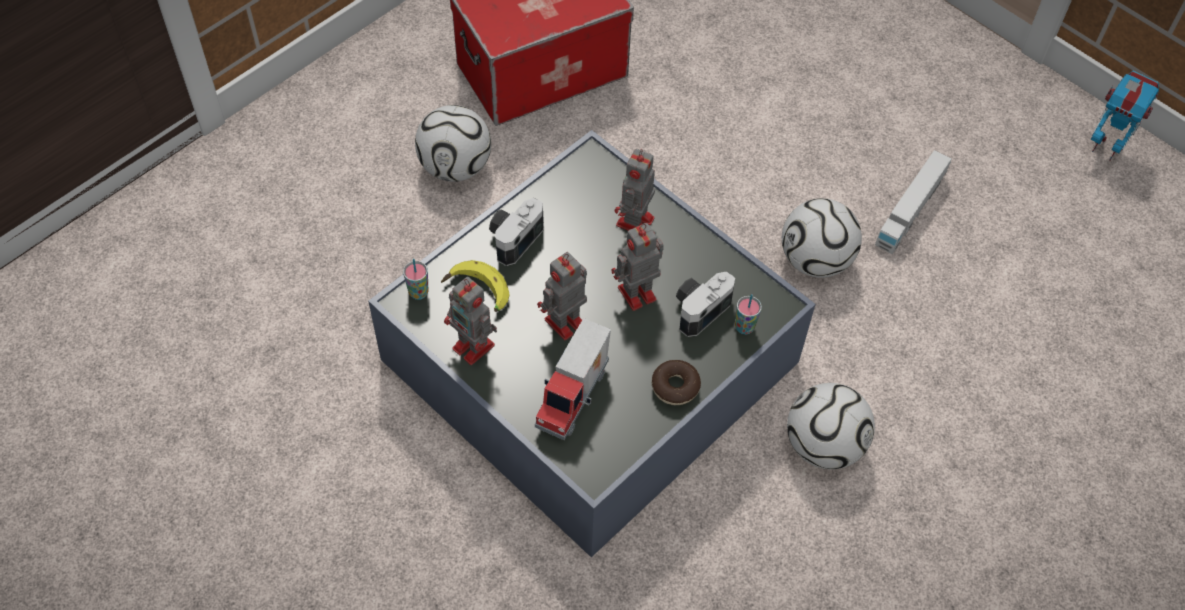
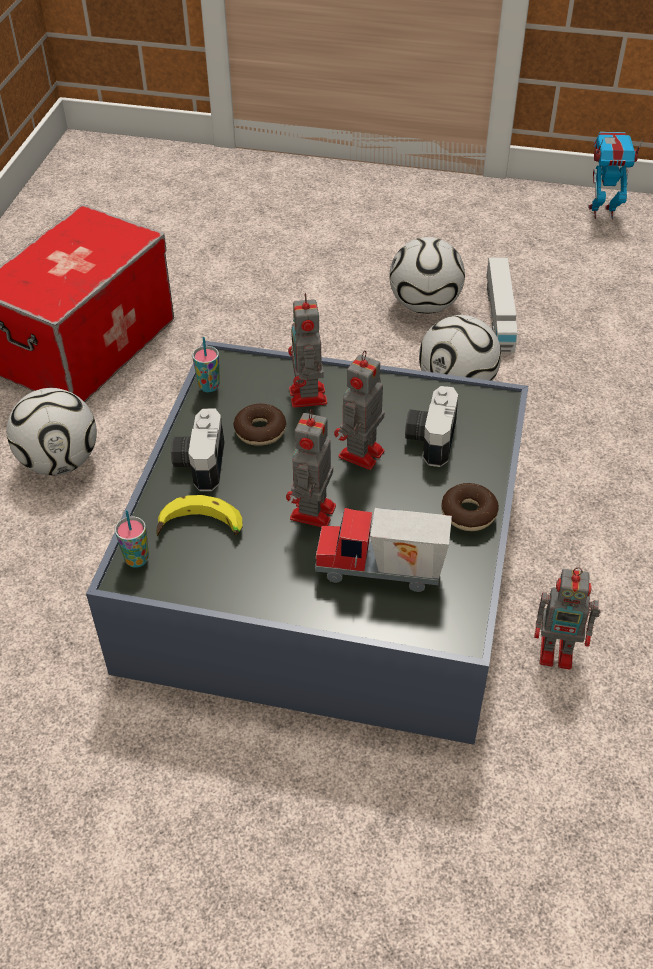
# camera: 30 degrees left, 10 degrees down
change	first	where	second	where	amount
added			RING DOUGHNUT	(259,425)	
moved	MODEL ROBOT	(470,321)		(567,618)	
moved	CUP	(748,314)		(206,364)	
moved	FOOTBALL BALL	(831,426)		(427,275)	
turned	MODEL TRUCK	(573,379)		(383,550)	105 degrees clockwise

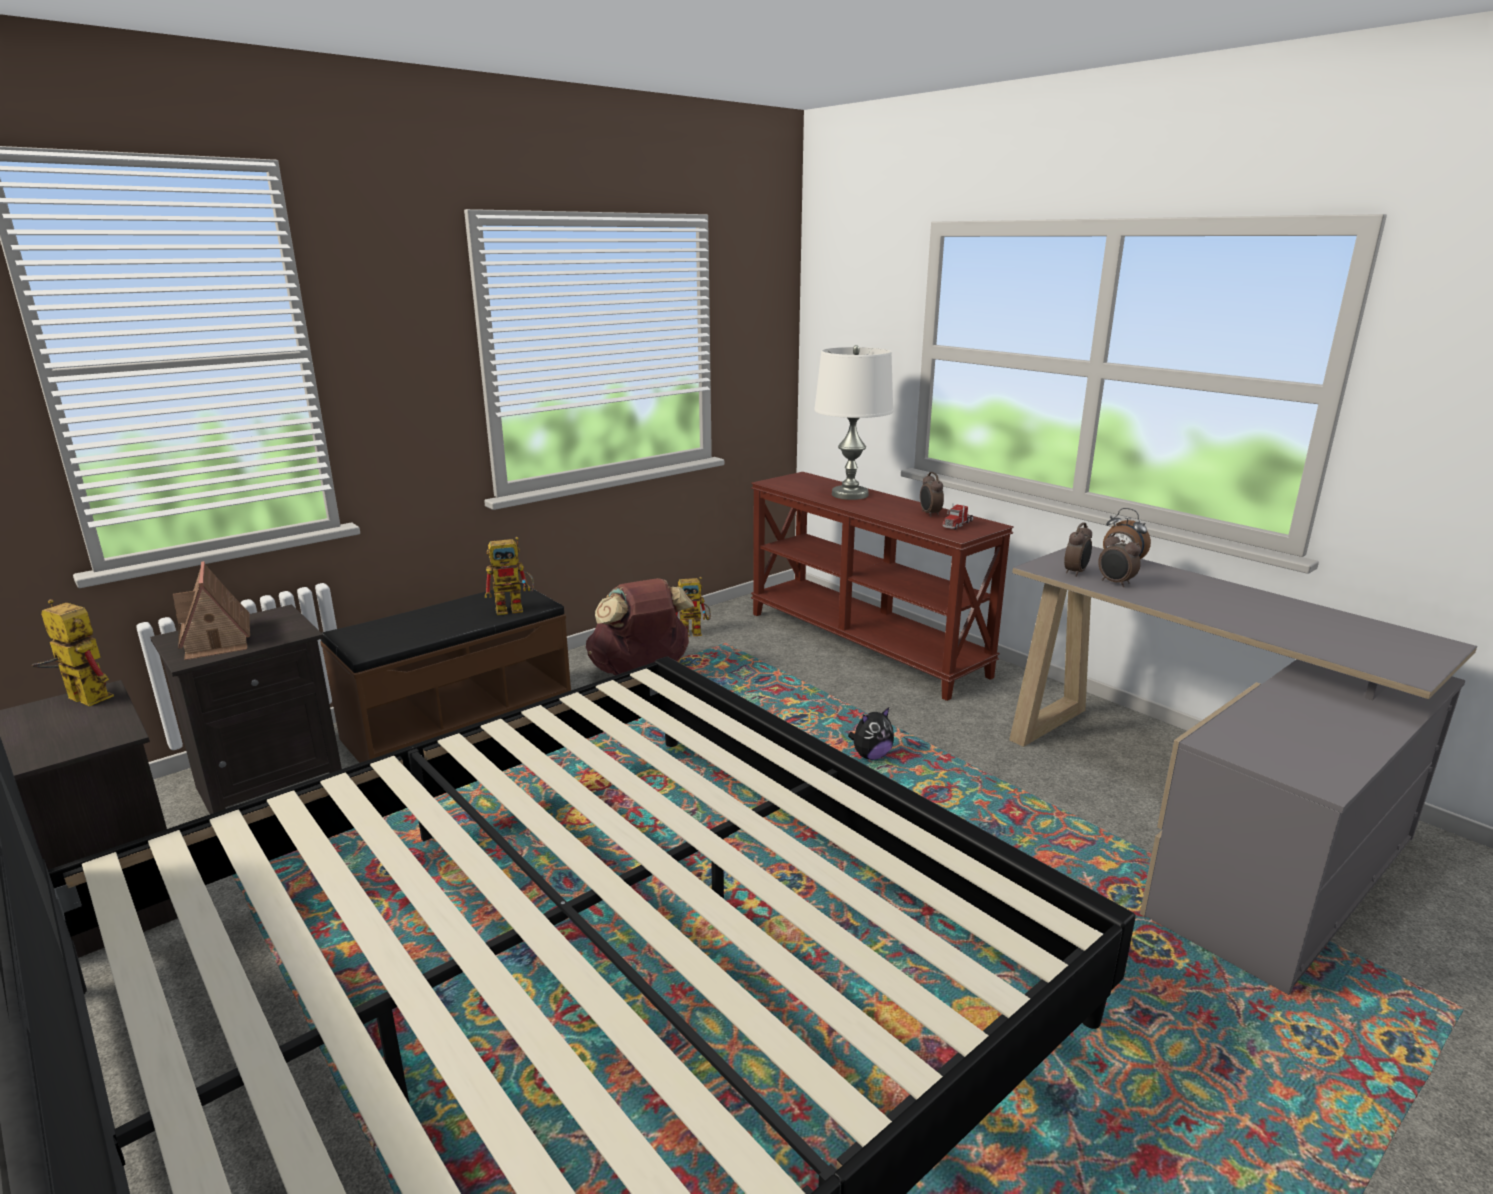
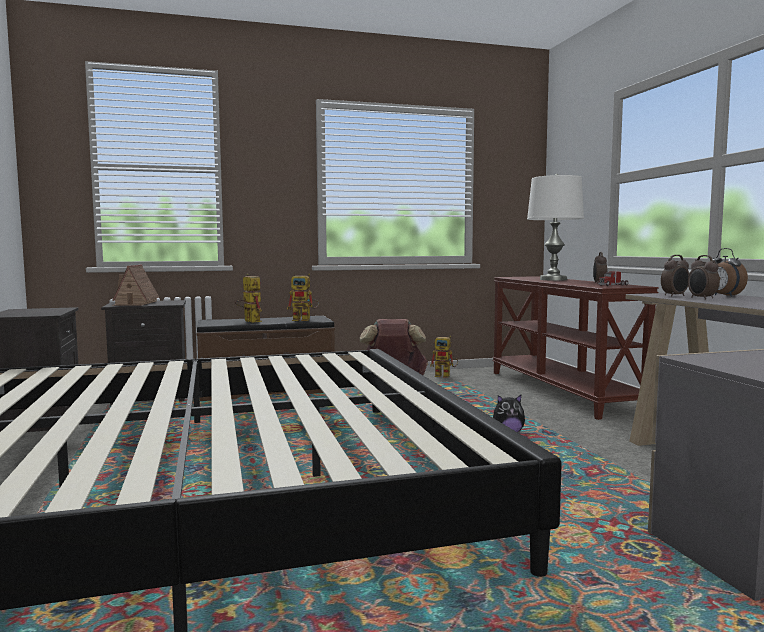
# camera: 25 degrees right, 15 degrees down
change	first	where	second	where	amount
moved	MODEL ROBOT	(73,652)		(248,298)	

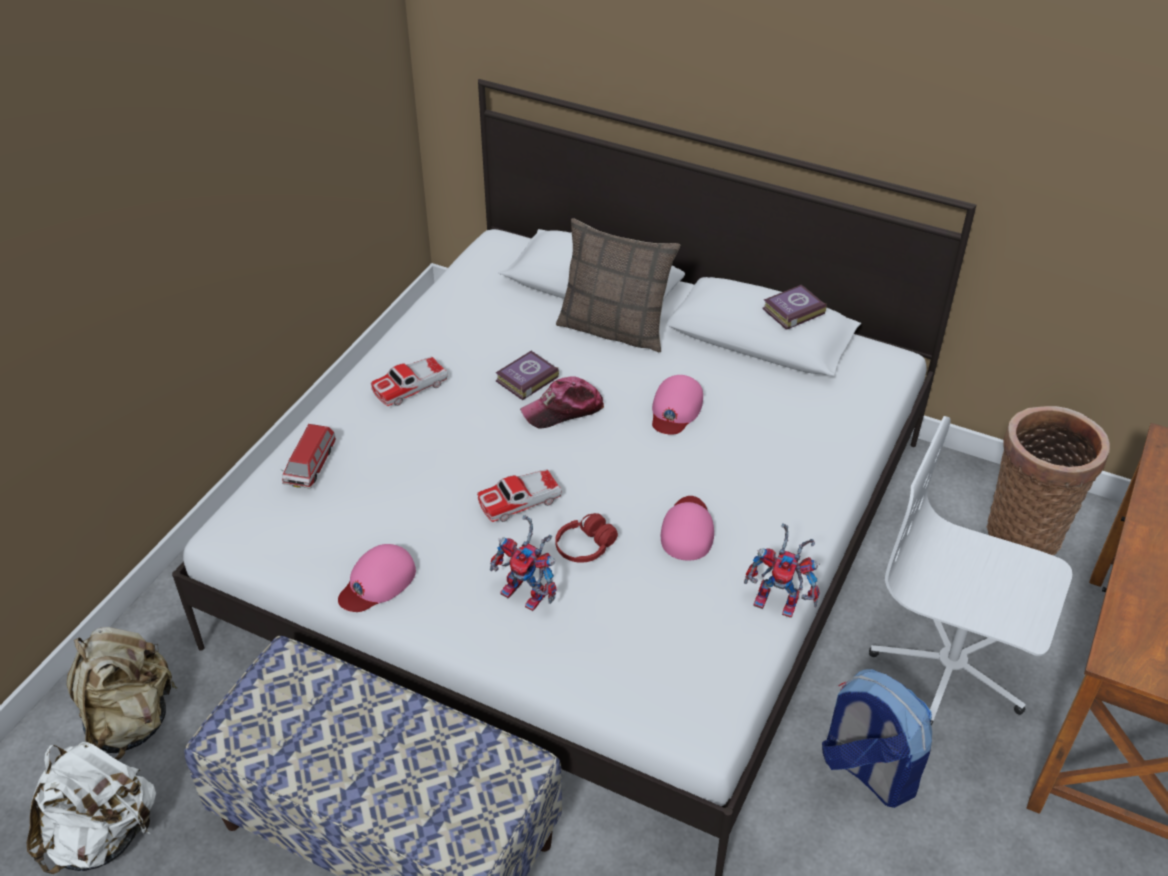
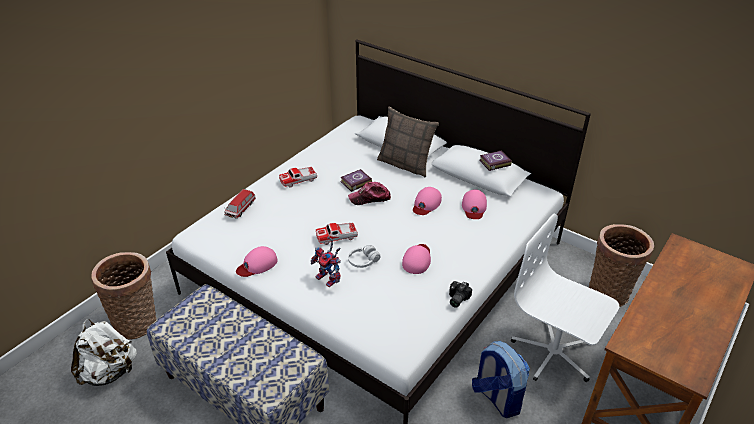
# camera: 10 degrees right, 5 degrees down
change	first	where	second	where	amount
added			PINK PEAKED CAP	(474,204)	
replaced	SAND-COLOURED RUCKSACK	(122,693)	BASKET	(123,295)	
replaced	MODEL ROBOT	(782,570)	PHOTO CAMERA	(460,294)	
recoloured	REDDISH HEADSET	(586,538)	WHITISH HEADSET	(364,256)	

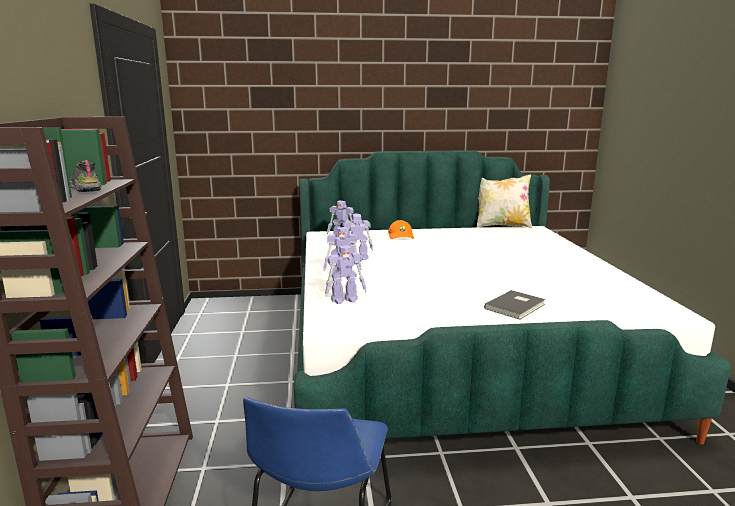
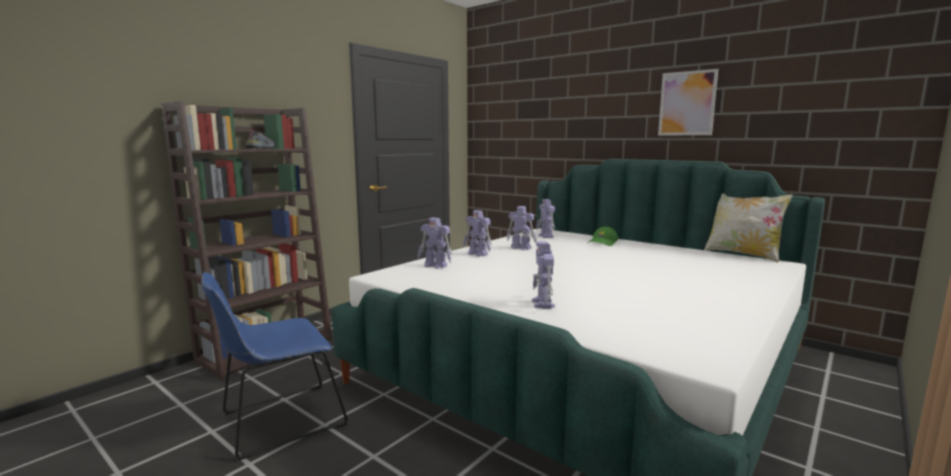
# camera: 45 degrees right, 5 degrees down
change	first	where	second	where	amount
added			PICTURE	(688,102)	
replaced	GREYISH VOLUME	(515,305)	MODEL ROBOT	(543,275)	
recoloured	ORANGE PEAKED CAP	(401,229)	GREEN-COLOURED PEAKED CAP	(603,236)	

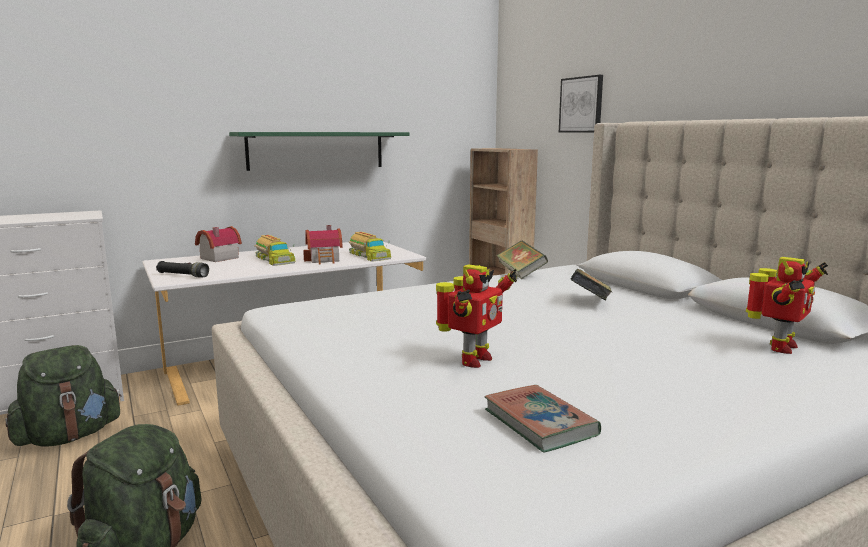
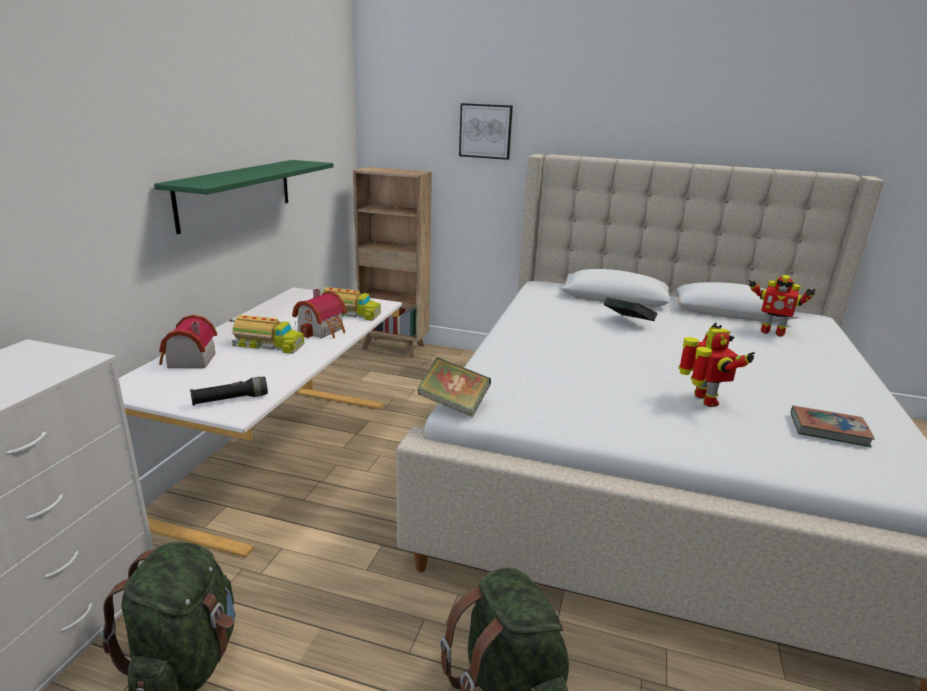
# camera: 45 degrees left, 10 degrees up
change	first	where	second	where	amount
moved	VOLUME	(522,259)		(454,387)	
turned	MODEL ROBOT	(787,305)		(782,306)	120 degrees clockwise

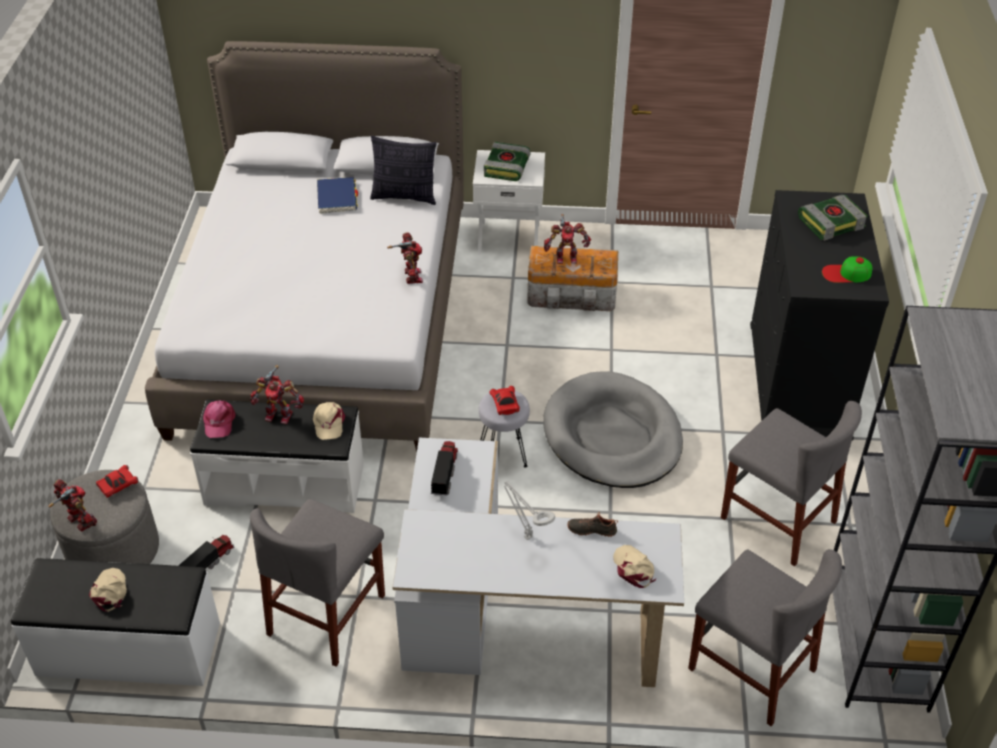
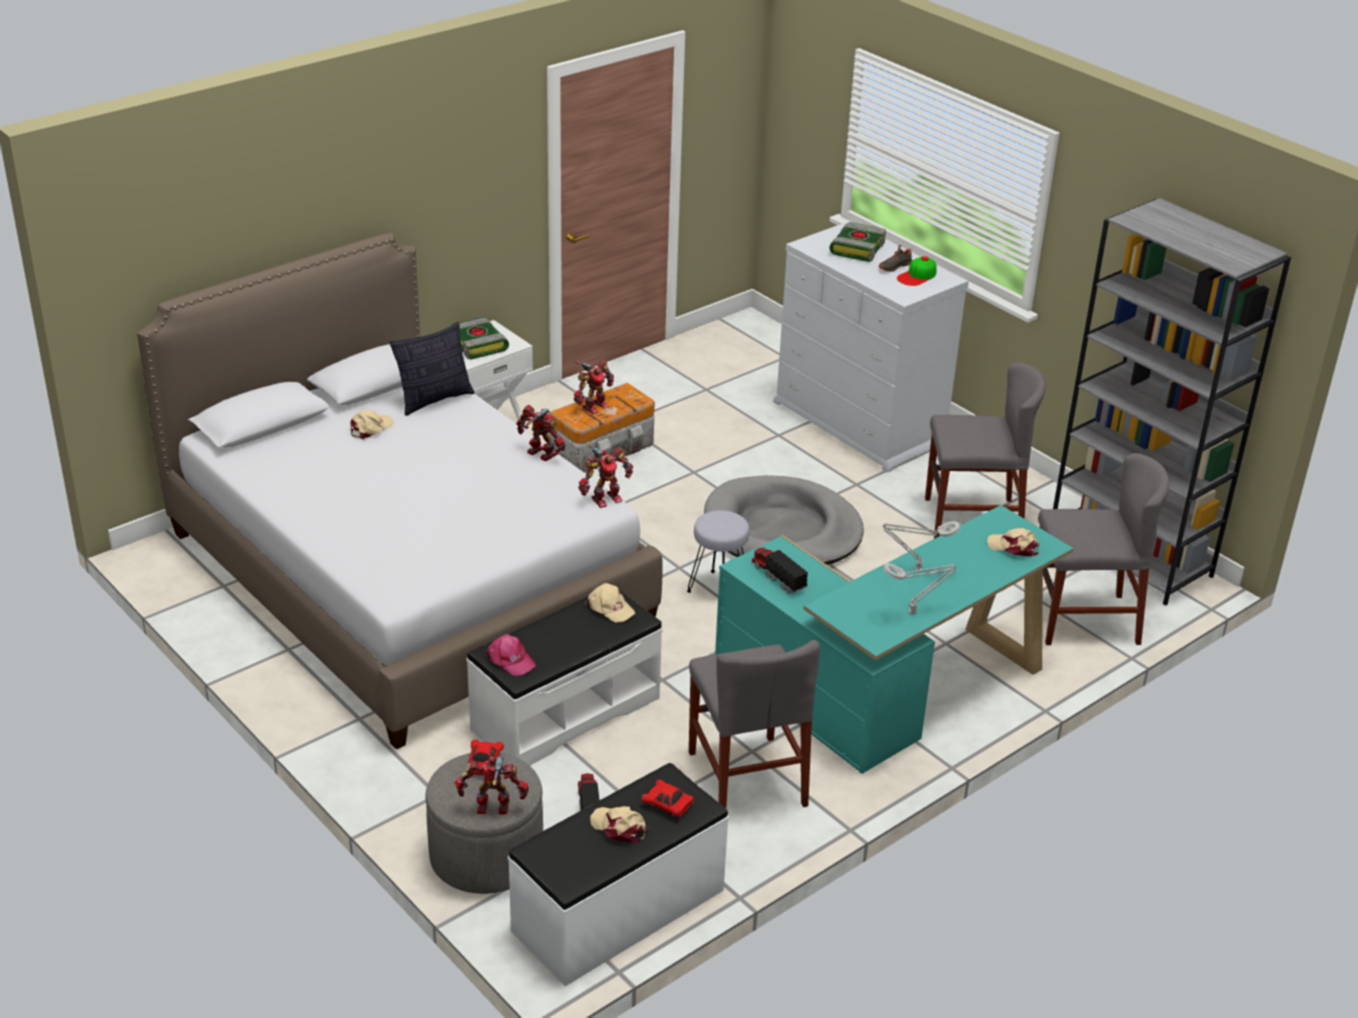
# camera: 45 degrees left, 10 degrees down
change	first	where	second	where	amount
added			GREYISH LAMP FOR A TABLE	(919,589)	
moved	MODEL ROBOT	(277,394)		(605,476)	
moved	REDDISH MINIATURE CAR	(504,400)		(668,798)	
moved	BLACKISH ITEM OF FOOTWEAR	(592,524)		(896,258)	
replaced	BLUE-COLOURED VOLUME	(337,195)	SAND-COLOURED PEAKED CAP	(371,425)	
recoloured	WHITISH DESK	(538,562)	BLUE-GREEN DESK	(894,639)	
recoloured	BLACKISH DRAWER CHEST	(819,315)	WHITISH DRAWER CHEST	(871,347)	

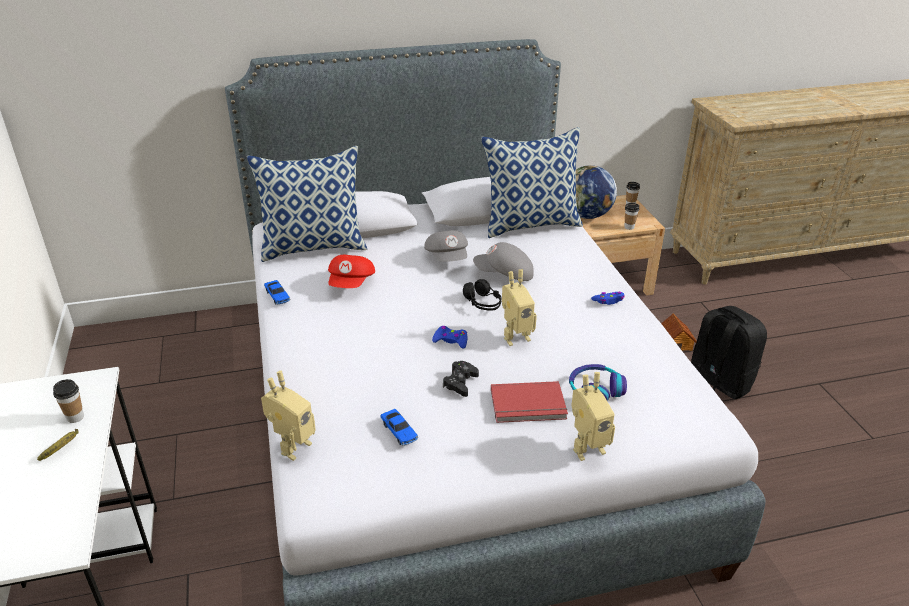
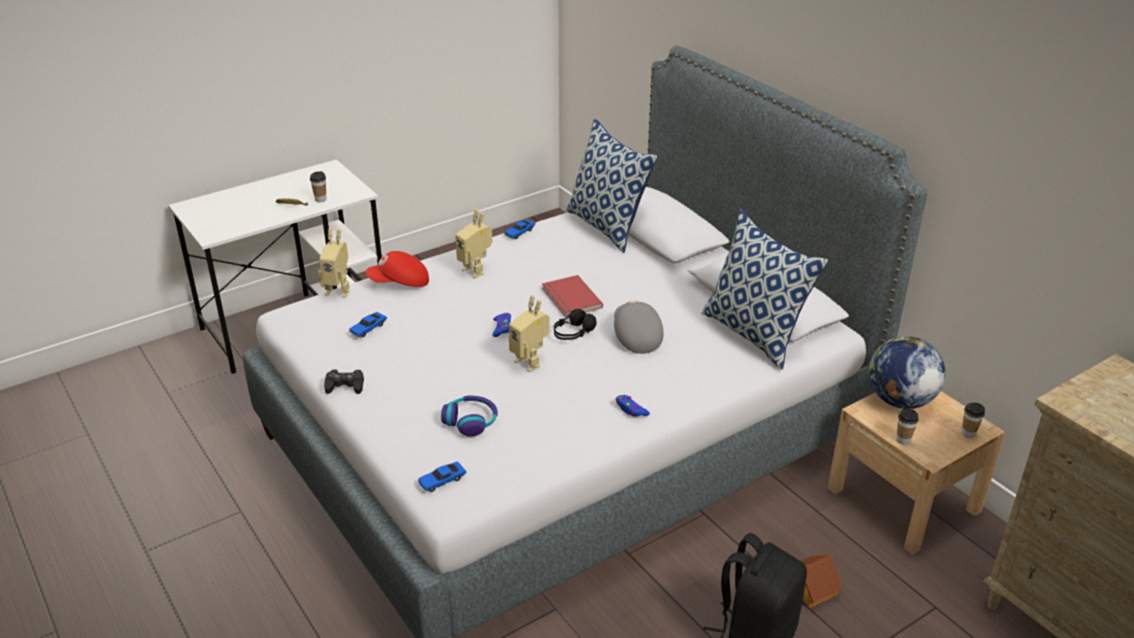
# camera: 70 degrees right, 0 degrees up
change	first	where	second	where	amount
removed	GREYISH PEAKED CAP	(446,246)			
added			MINIATURE CAR	(442,477)	
moved	REDDISH PEAKED CAP	(351,271)		(397,269)	
moved	BLACKISH GAME CONTROLLER	(461,379)		(344,382)	
moved	REDDISH VOLUME	(529,402)		(572,296)	
moved	MODEL ROBOT	(593,416)		(473,244)	

